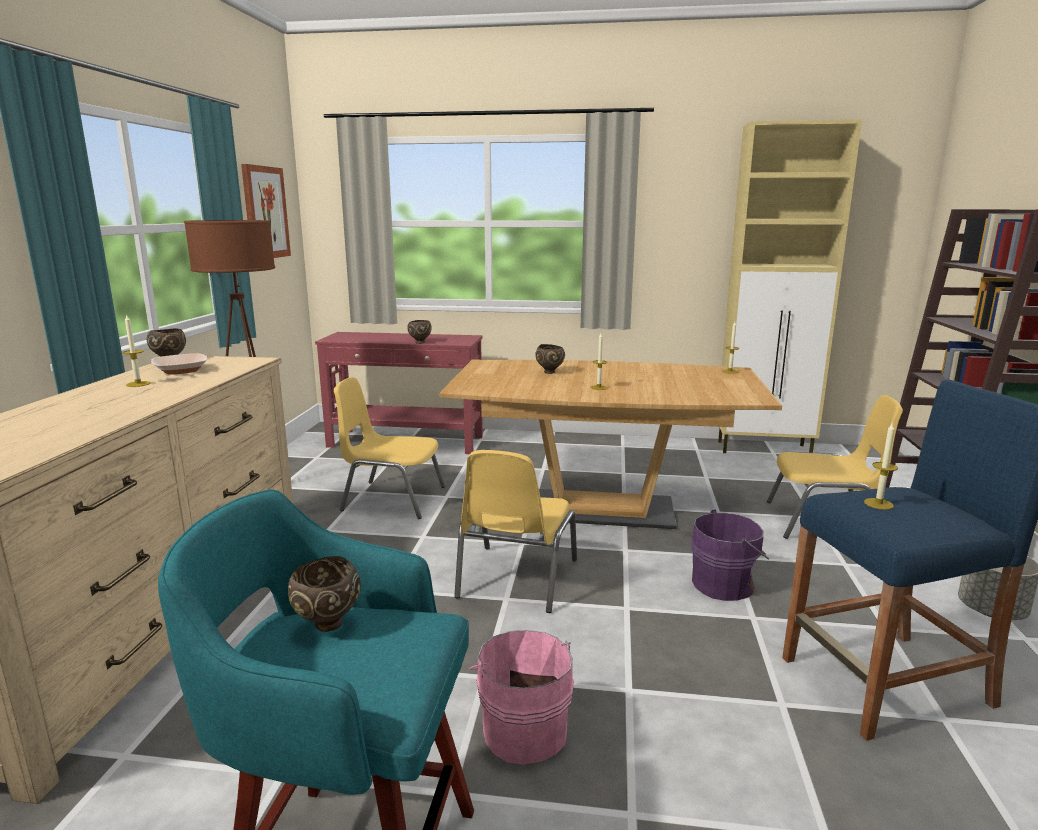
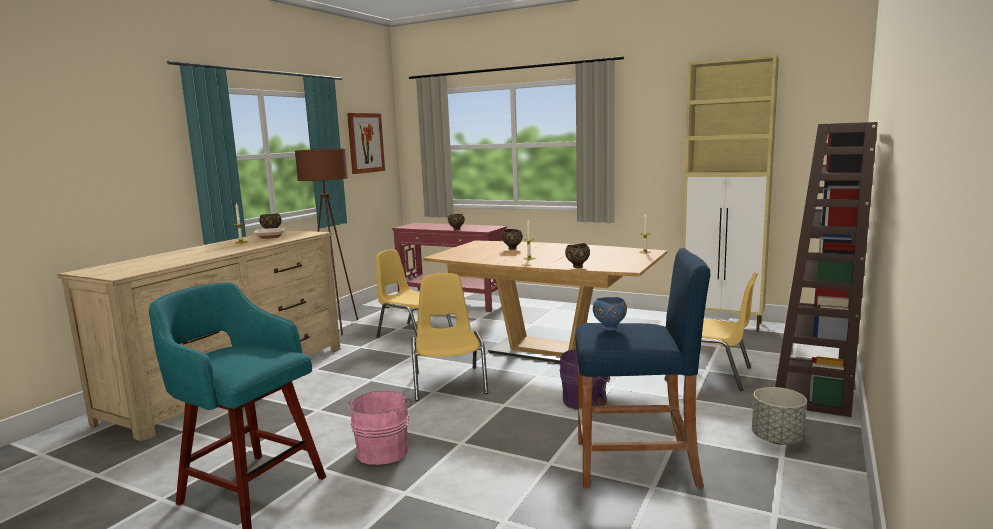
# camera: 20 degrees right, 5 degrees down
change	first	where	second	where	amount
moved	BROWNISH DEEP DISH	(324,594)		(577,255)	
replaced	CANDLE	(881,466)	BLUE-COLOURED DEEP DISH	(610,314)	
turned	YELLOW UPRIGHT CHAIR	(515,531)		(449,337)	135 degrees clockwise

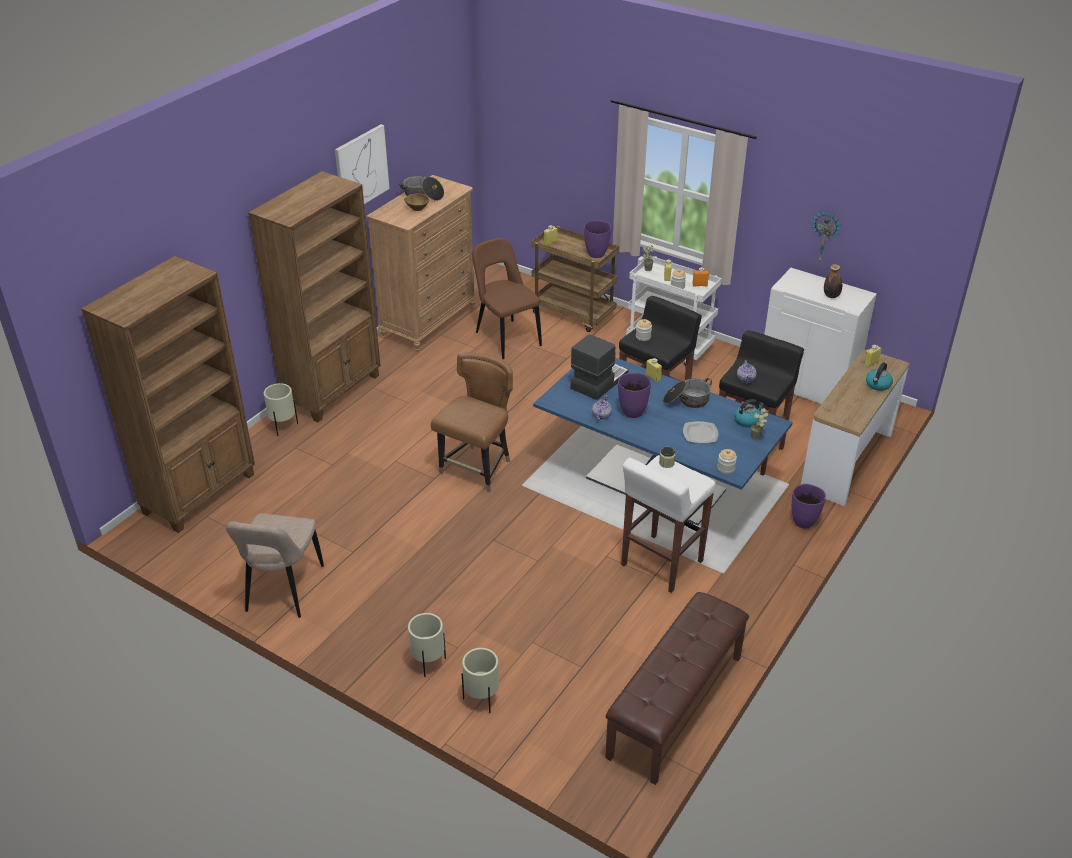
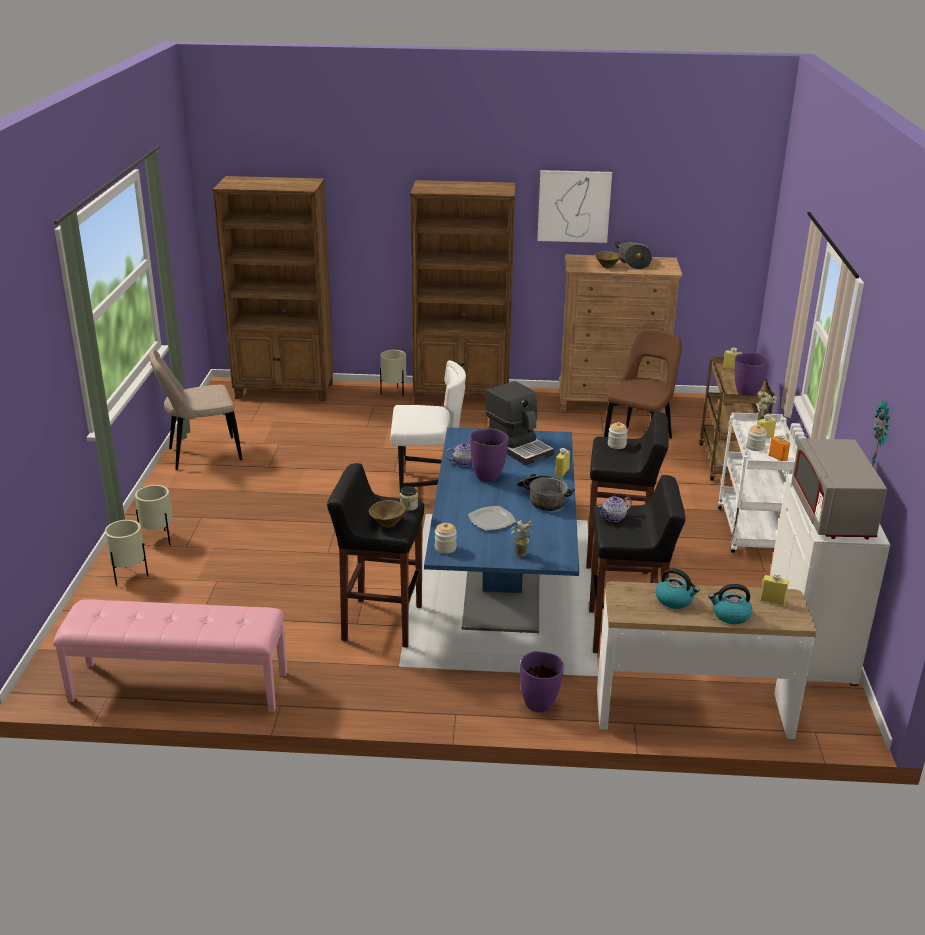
# camera: 60 degrees right, 10 degrees down
change	first	where	second	where	amount
added			BROWNISH DEEP DISH	(387,514)	
moved	KETTLE	(749,413)		(678,588)	
replaced	DRINK BOTTLE	(833,281)	GREYISH MICROWAVE OVEN	(839,489)	
recoloured	BROWNISH UPRIGHT CHAIR	(472,422)	WHITISH UPRIGHT CHAIR	(428,426)	
recoloured	BROWNISH INDOOR BENCH	(677,688)	PINK INDOOR BENCH	(170,655)	
recoloured	WHITISH STOOL	(668,524)	BLACKISH STOOL	(375,555)	
turned	COFFEE MACHINE	(599,367)		(519,423)	45 degrees clockwise

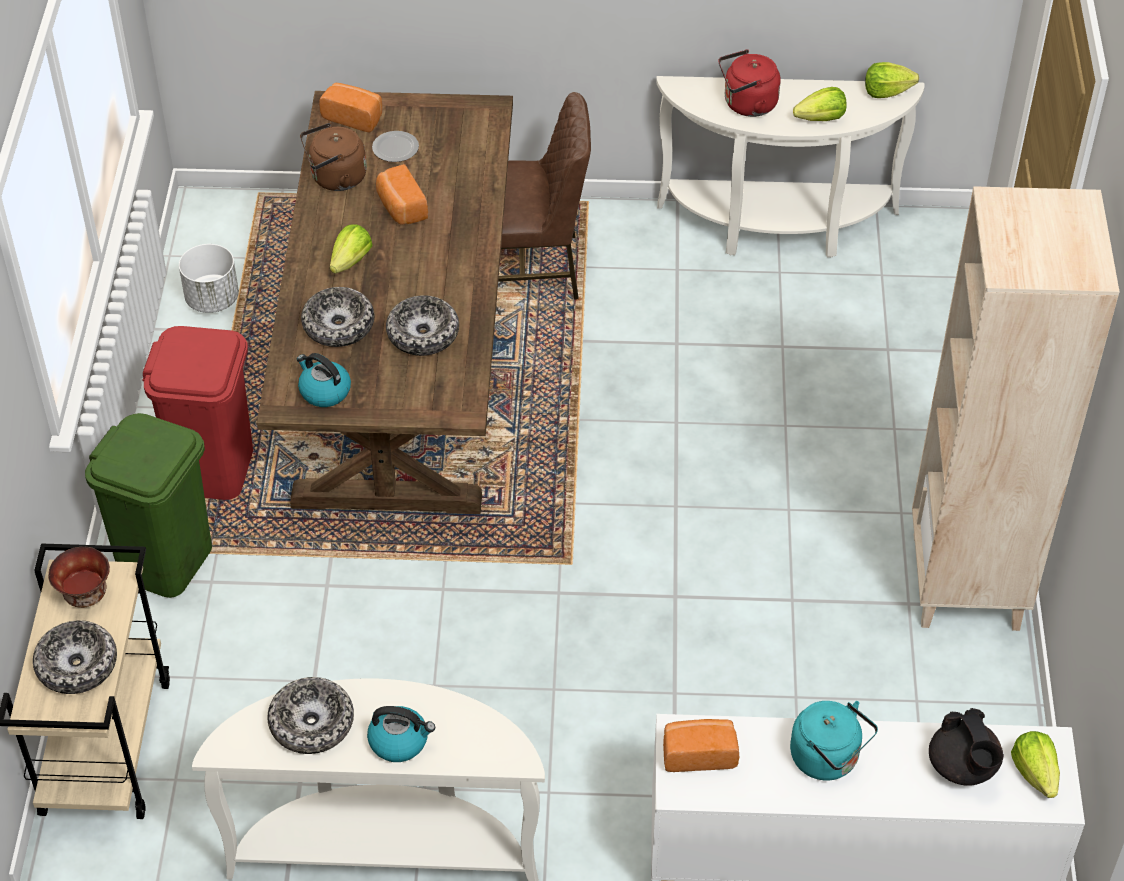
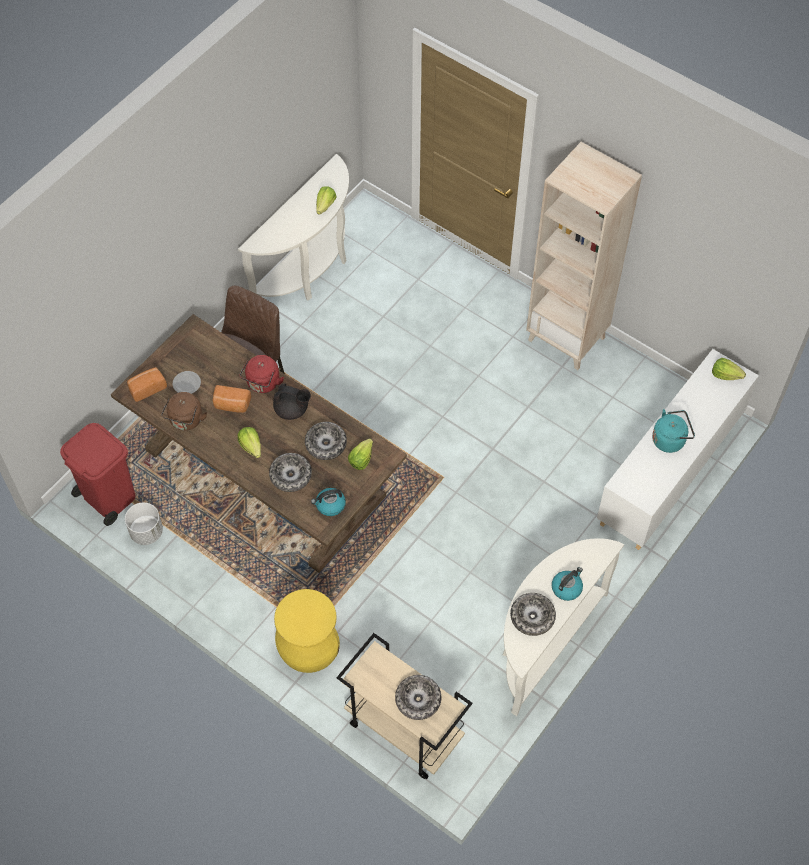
# camera: 55 degrees left, 10 degrees up
change	first	where	second	where	amount
removed	DEEP DISH	(79,577)			
removed	BREAD	(701,745)			
moved	REDDISH WASTE BIN	(197,413)		(98,474)	
moved	REDDISH KETTLE	(749,83)		(261,374)	
moved	LETTUCE	(892,80)		(360,454)	
moved	BLACKISH POT FOR TEA	(966,747)		(292,401)	
replaced	GREEN-COLOURED WASTE BIN	(148,505)	YELLOW STOOL	(307,631)	

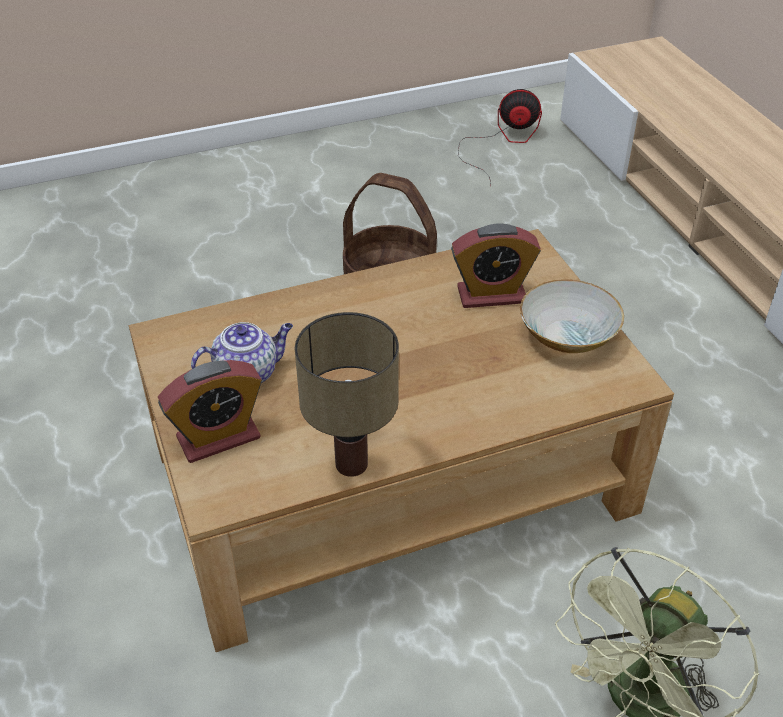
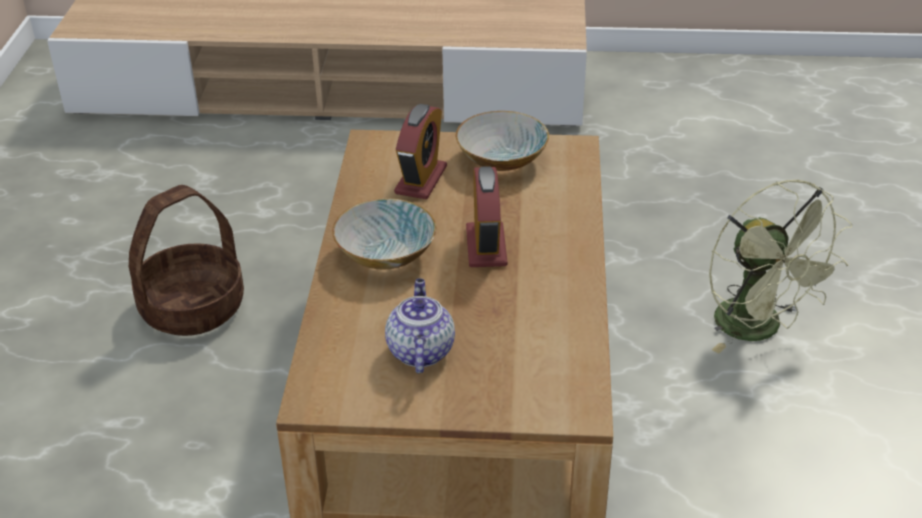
# camera: 65 degrees left, 5 degrees down
change	first	where	second	where	amount
removed	LAMP FOR A TABLE	(347,394)			
removed	ELECTRIC FAN	(500,137)			
added			DEEP DISH	(384,234)	
moved	ALARM CLOCK	(210,411)		(486,216)	

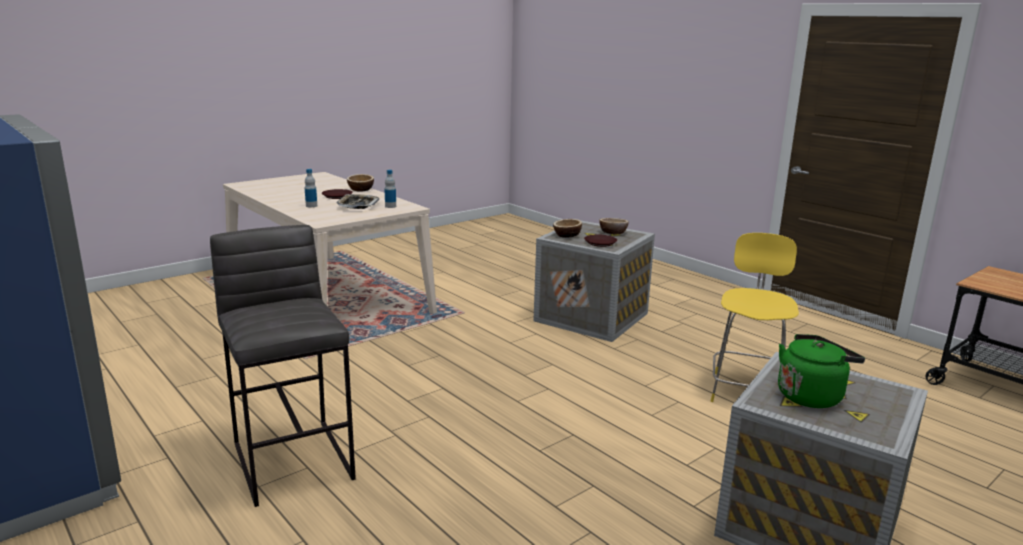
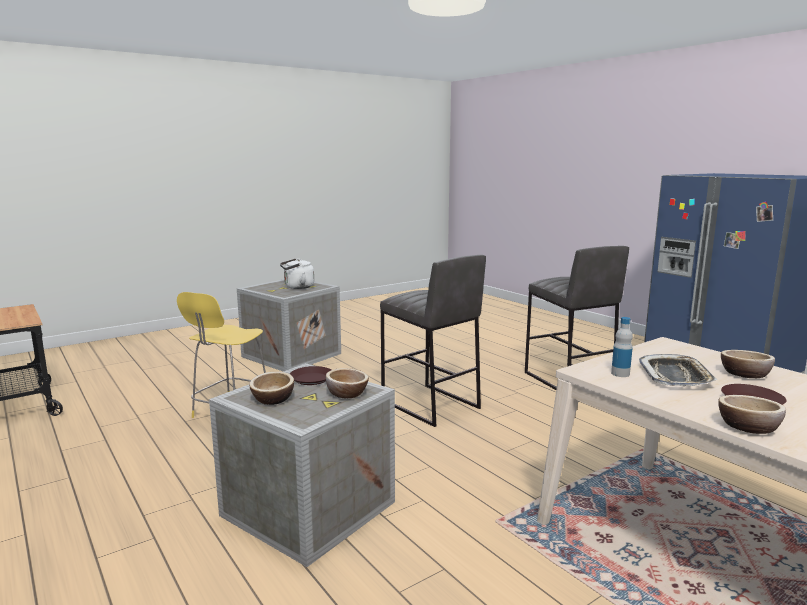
# camera: 175 degrees left, 5 degrees down
change	first	where	second	where	amount
added			GREYISH STOOL	(433,341)	
replaced	DRINK BOTTLE	(311,188)	DEEP DISH	(748,364)	
recoloured	GREEN-COLOURED KETTLE	(821,371)	WHITISH KETTLE	(297,274)	

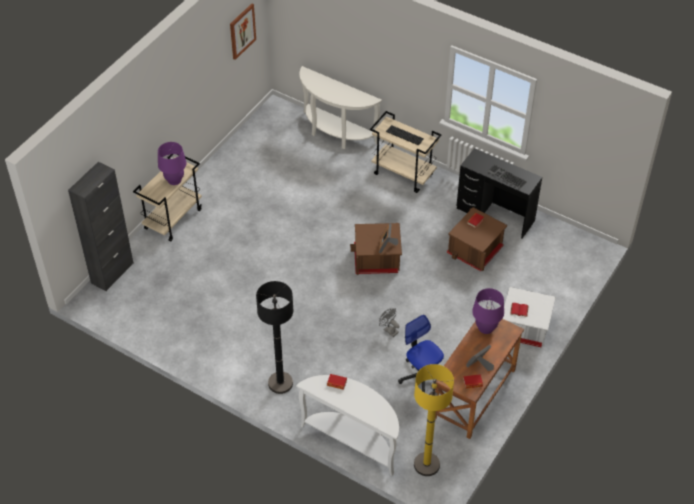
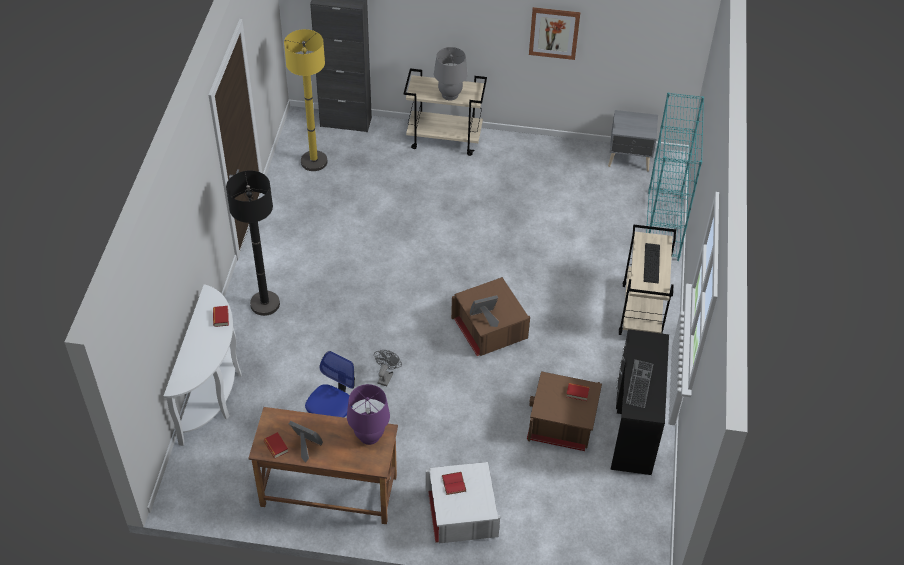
# camera: 65 degrees right, 0 degrees up
change	first	where	second	where	amount
added			GREYISH NIGHT TABLE	(633,140)	
moved	PICTURE	(243,32)		(555,33)	
moved	YELLOW FLOOR LAMP	(434,420)		(305,100)	
replaced	WHITISH CONSOLE TABLE	(340,107)	BLUE-GREEN BOOKSHELF	(675,176)	
recoloured	PURPLISH LAMP FOR A TABLE	(172,163)	GREYISH LAMP FOR A TABLE	(451,73)	

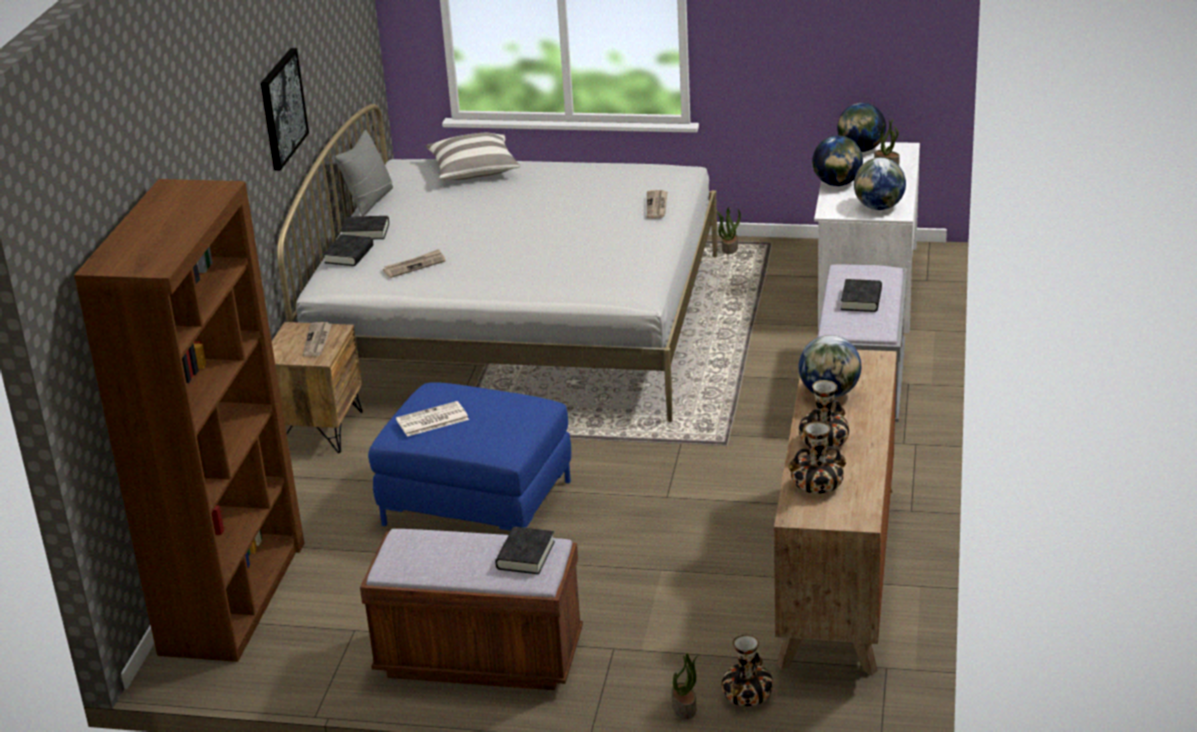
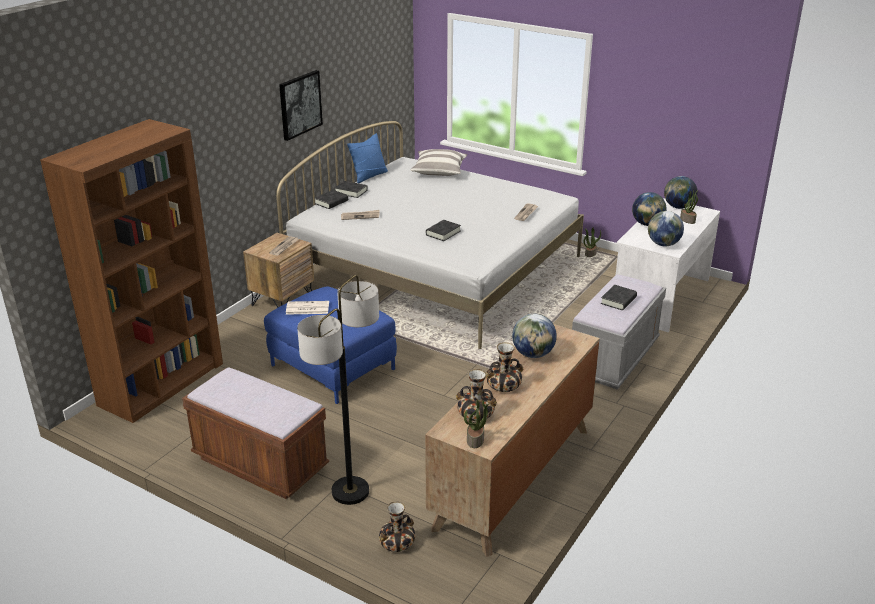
# camera: 20 degrees right, 0 degrees up
change	first	where	second	where	amount
added			FLOOR LAMP	(338,390)	
moved	BLACKISH VOLUME	(525,550)		(443,230)	
moved	POTTED PLANT	(686,686)		(477,424)	
recoloured	GREYISH PILLOW	(364,173)	BLUE-COLOURED PILLOW	(367,158)	

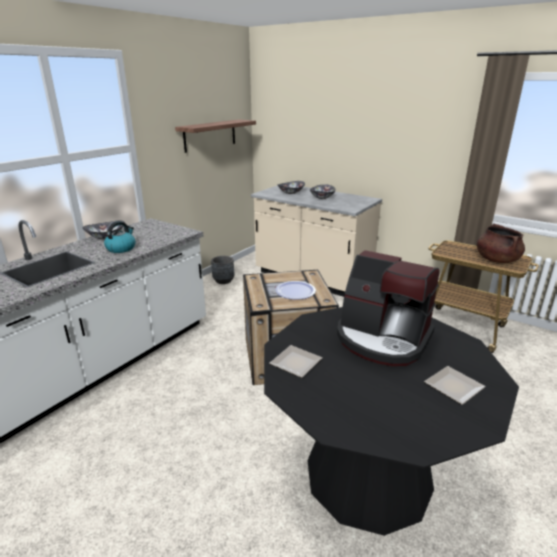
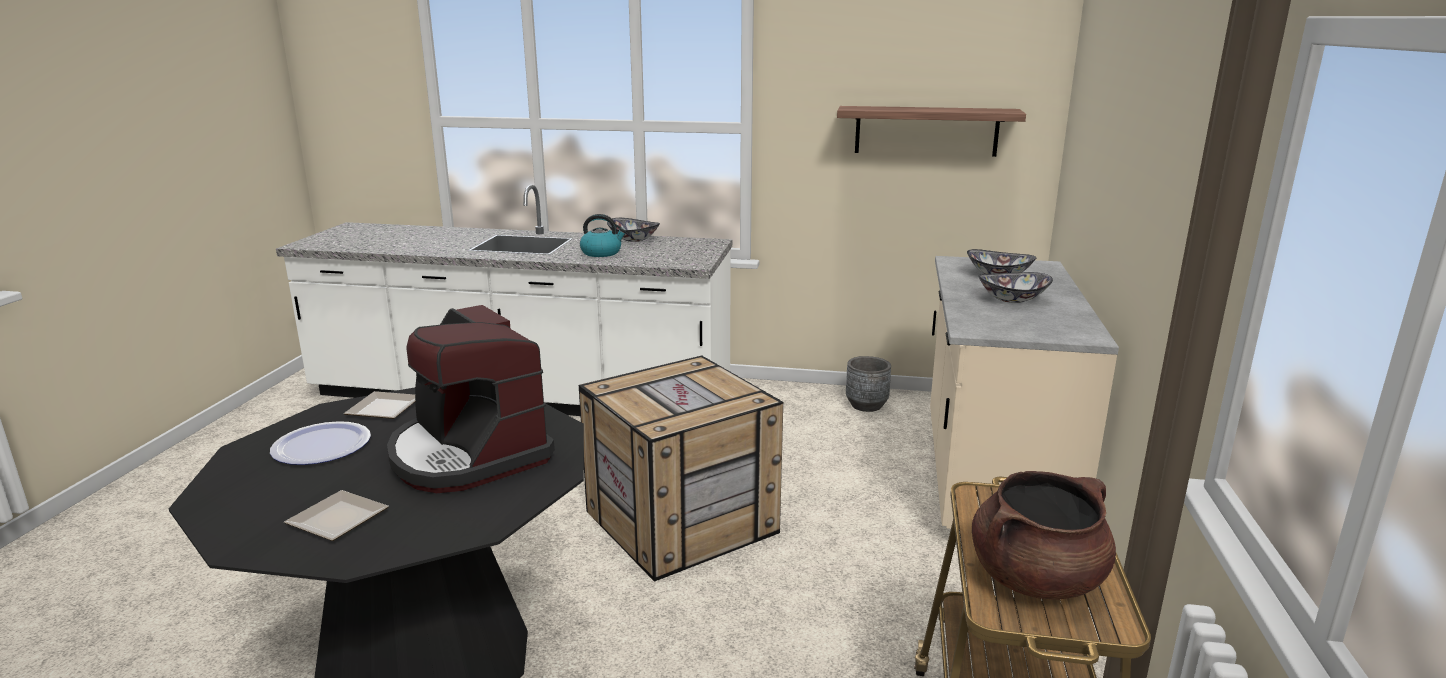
# camera: 65 degrees right, 5 degrees down
change	first	where	second	where	amount
moved	PLATE	(295,290)		(320,443)	
turned	COFFEE MACHINE	(388,308)		(471,399)	45 degrees counterclockwise

